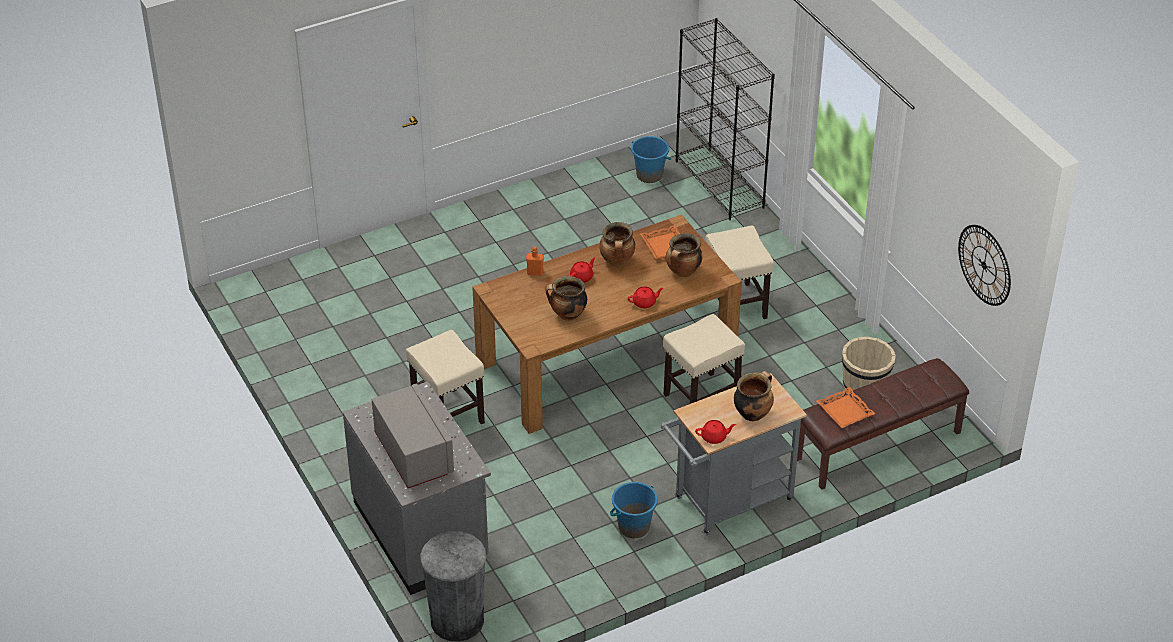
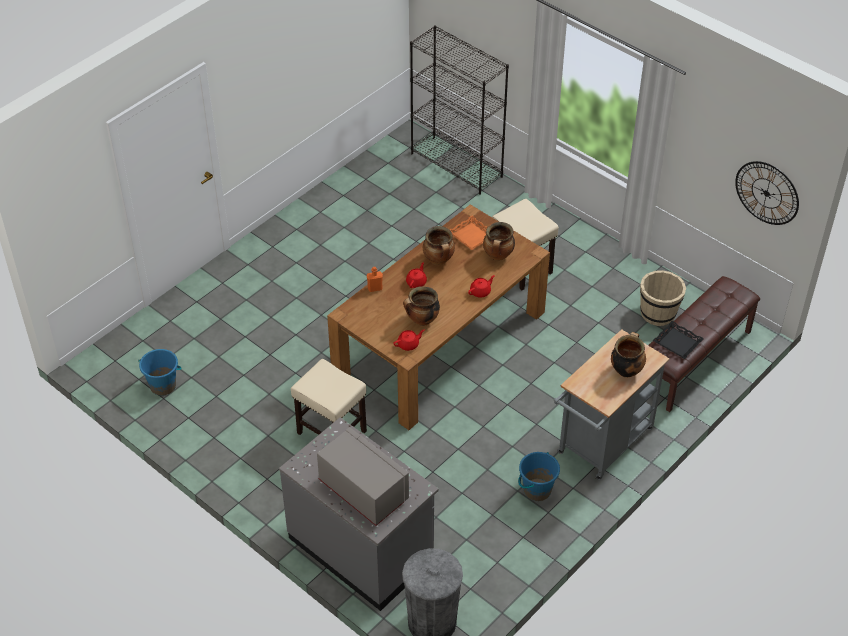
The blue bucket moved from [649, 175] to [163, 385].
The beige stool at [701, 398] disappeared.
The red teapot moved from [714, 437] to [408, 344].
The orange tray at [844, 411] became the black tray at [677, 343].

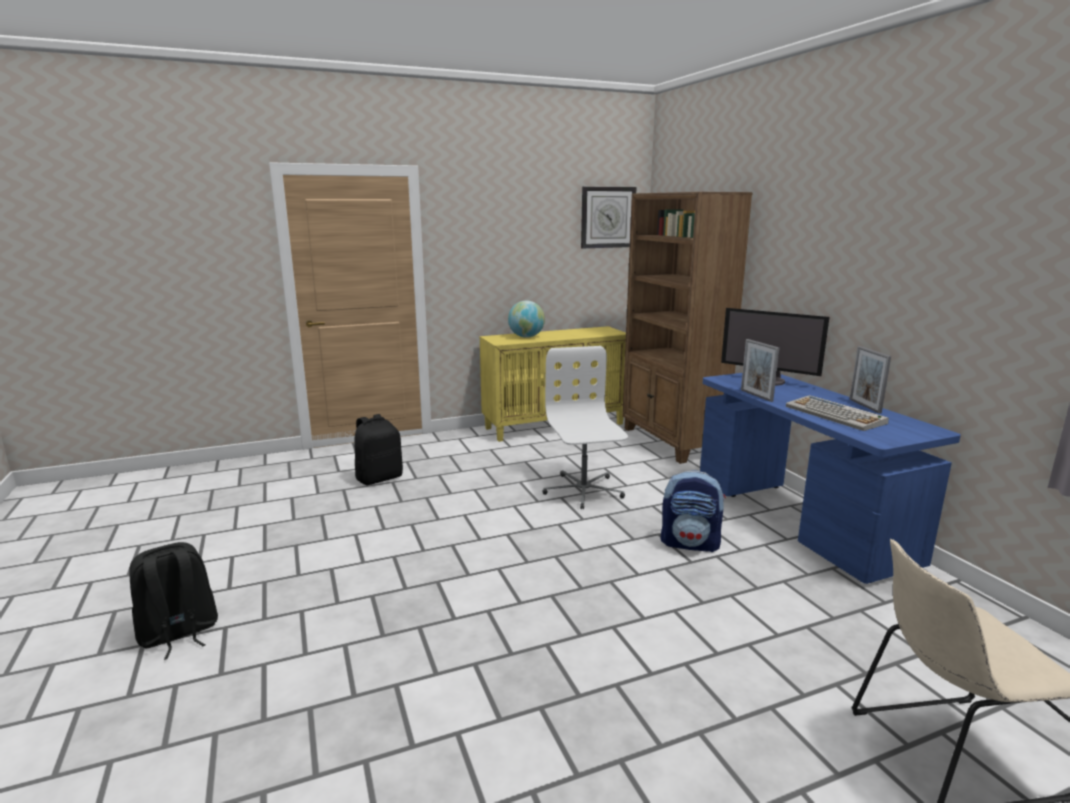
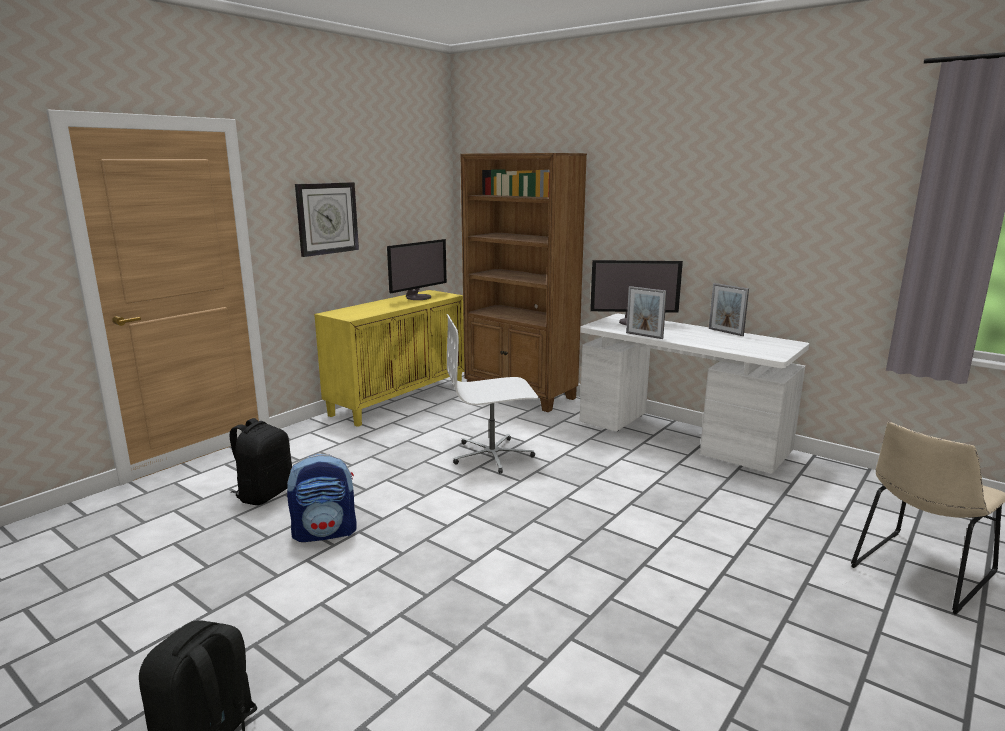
The globe at [526, 337] disappeared.
The white office chair at [583, 490] turned 60 degrees counterclockwise.
The wall clock moved from [607, 217] to [327, 218].
The backpack moved from [690, 543] to [325, 532].
The blue desk at [798, 519] became the white desk at [680, 438].
The keyboard at [836, 415] disappeared.
The monitor at [418, 297] appeared.

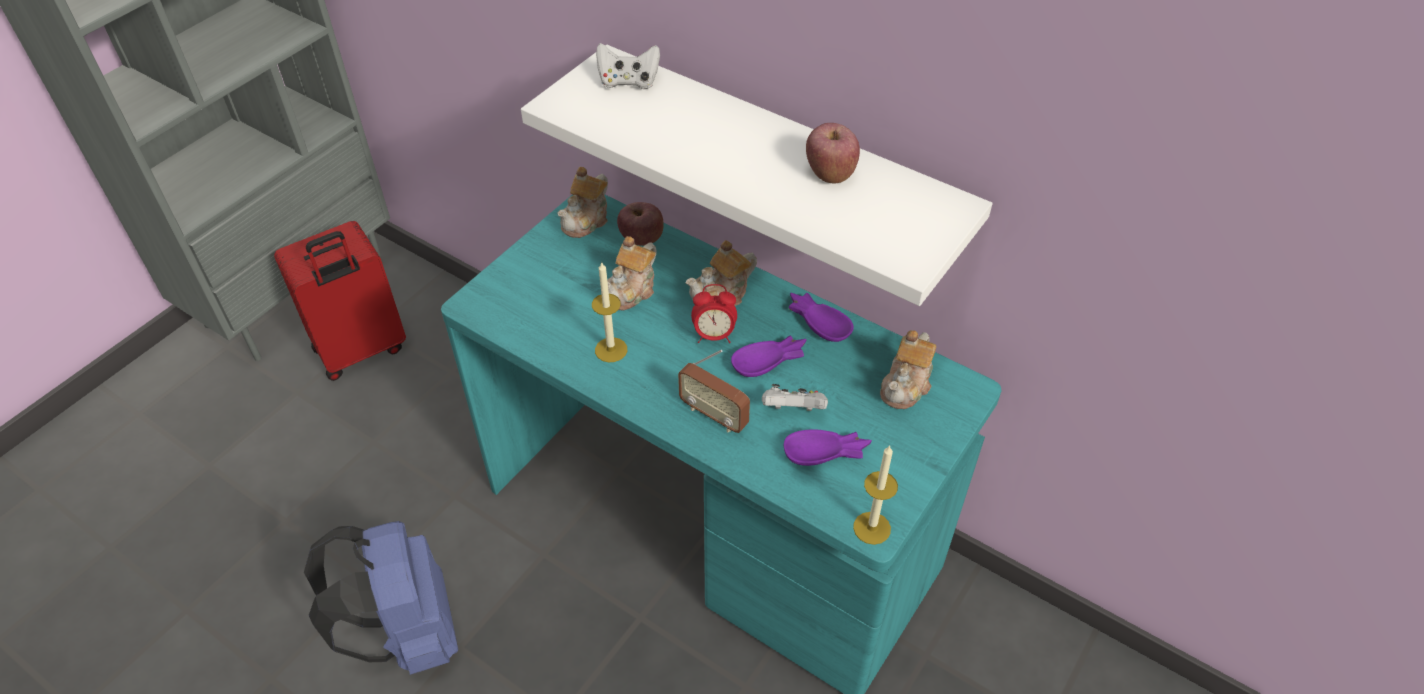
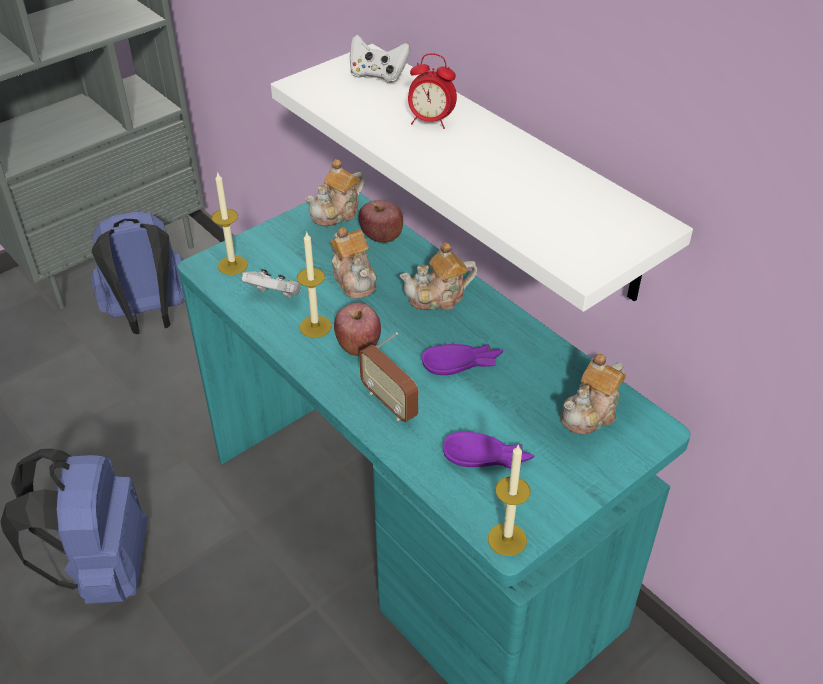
The red suitcase at [361, 351] was replaced by the blue backpack at [149, 317].
The teapot at [632, 291] turned 75 degrees counterclockwise.
The alarm clock moved from [714, 335] to [430, 121].
The white game controller moved from [793, 410] to [275, 296].
The purple bowl at [819, 321] disappeared.
The apple moved from [830, 173] to [358, 345].
The candle at [232, 265] appeared.

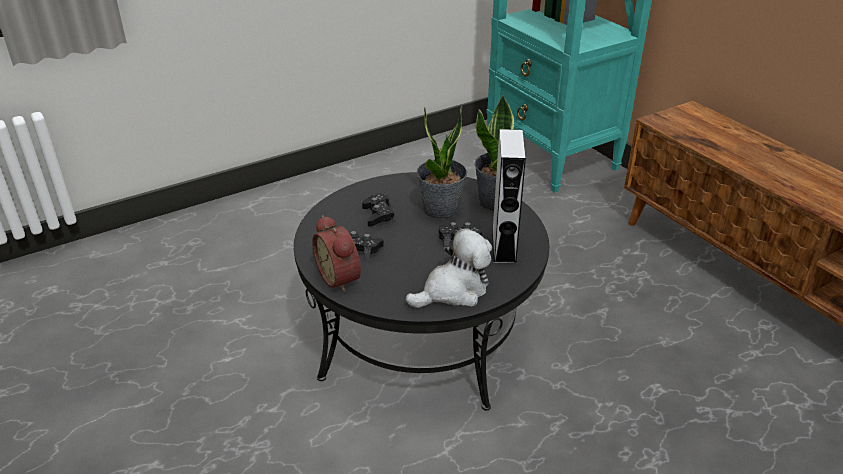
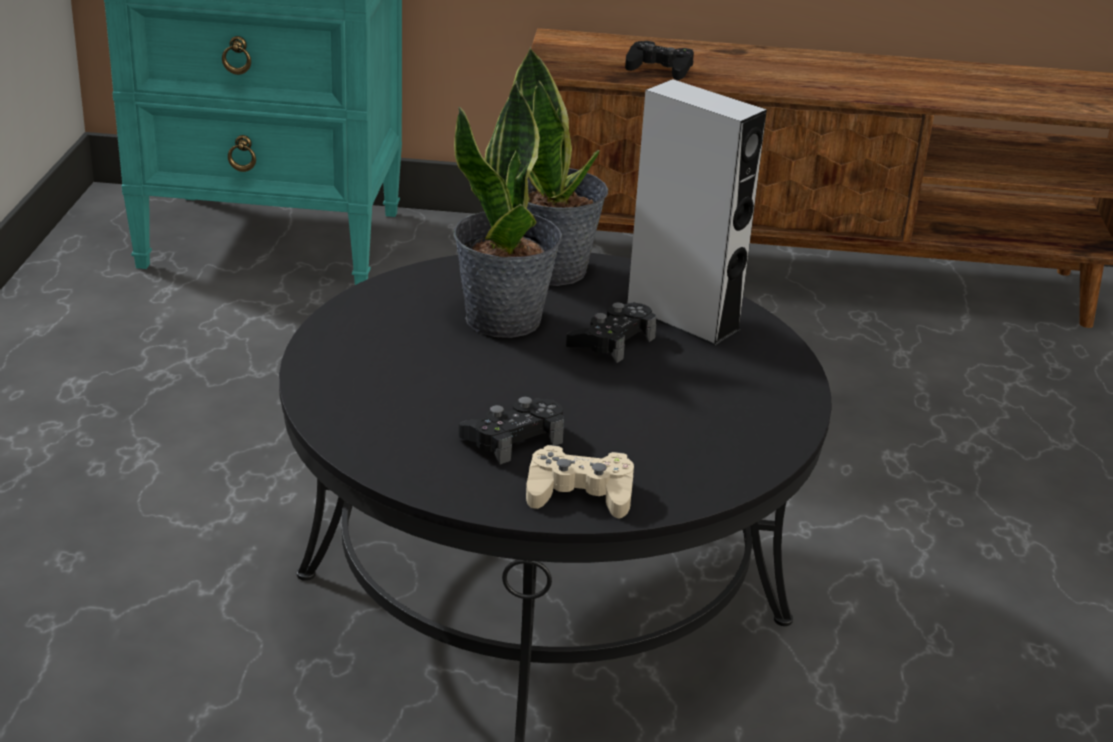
The alarm clock at [341, 278] was replaced by the beige game controller at [580, 493].
The black game controller moved from [378, 215] to [660, 69].
The plush toy at [453, 291] disappeared.

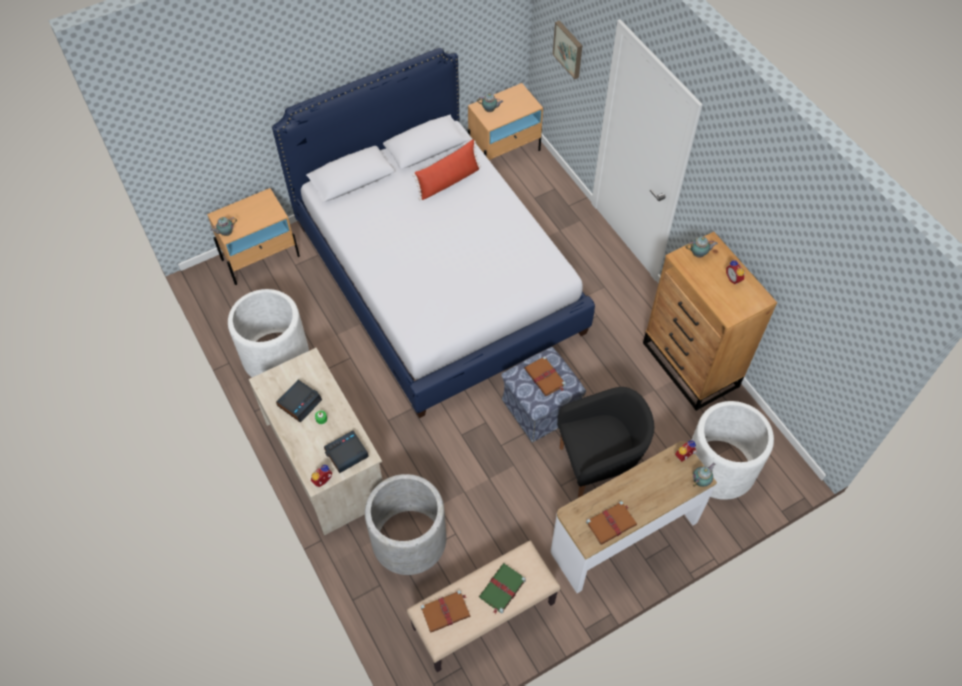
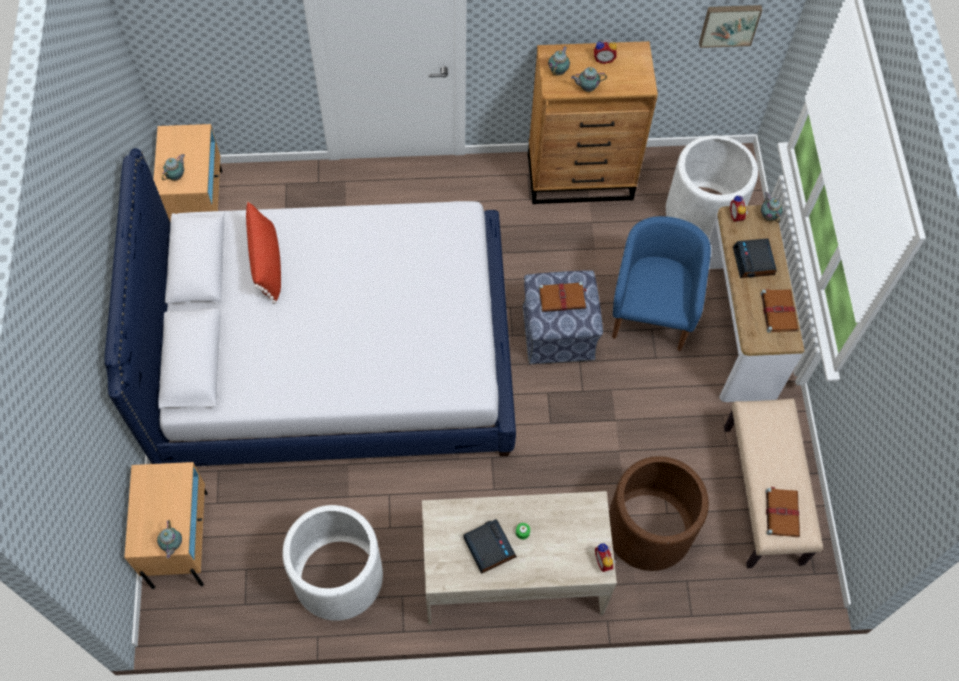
The alarm clock moved from [346, 454] to [754, 262].
The grey planter at [409, 539] became the brown planter at [648, 529].
The green book at [502, 589] disappeared.
The picture moved from [569, 49] to [729, 24].
The black armchair at [598, 466] became the blue armchair at [651, 313].
The teapot at [586, 88] appeared.

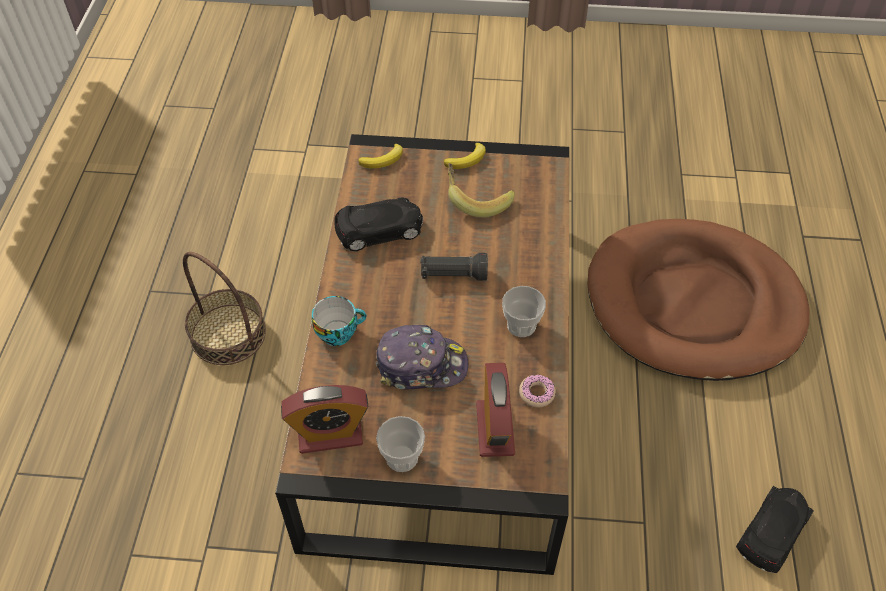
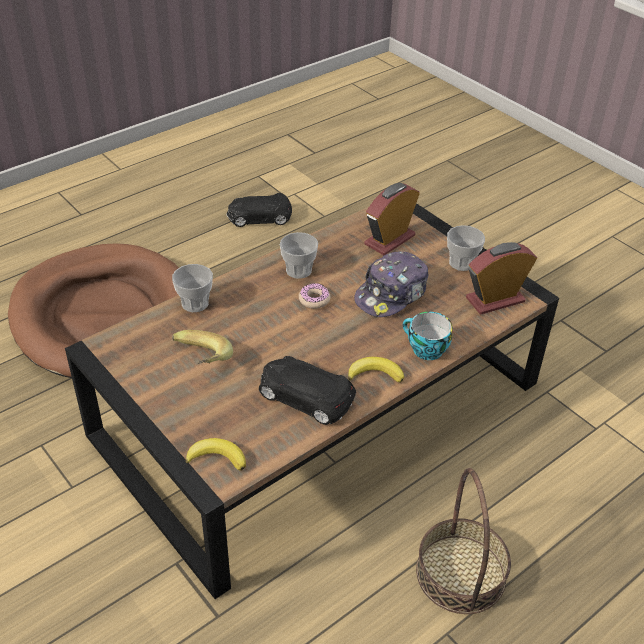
The alarm clock at [330, 435] turned 60 degrees counterclockwise.
The cap at [421, 365] turned 90 degrees counterclockwise.
The black flashlight at [453, 275] disappeared.
The banana moved from [467, 159] to [375, 373].
The donut moved from [537, 393] to [314, 300].
The cup at [195, 303] appeared.

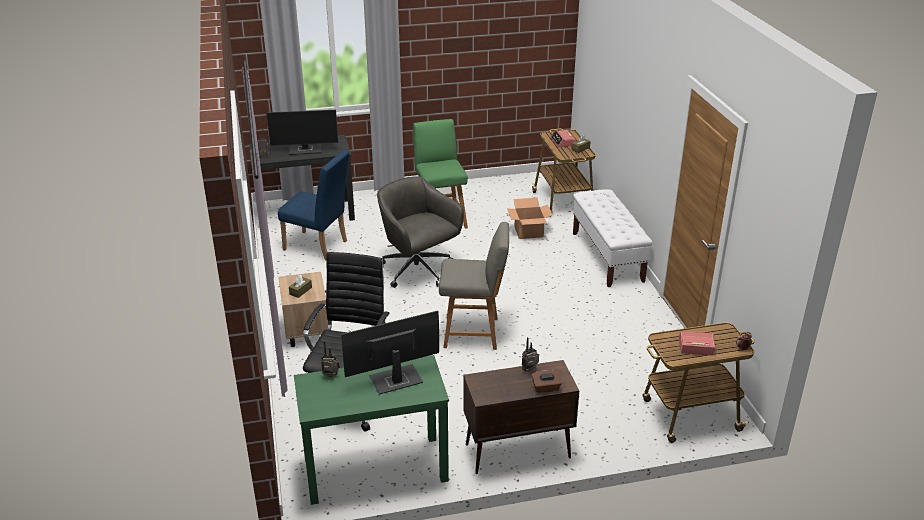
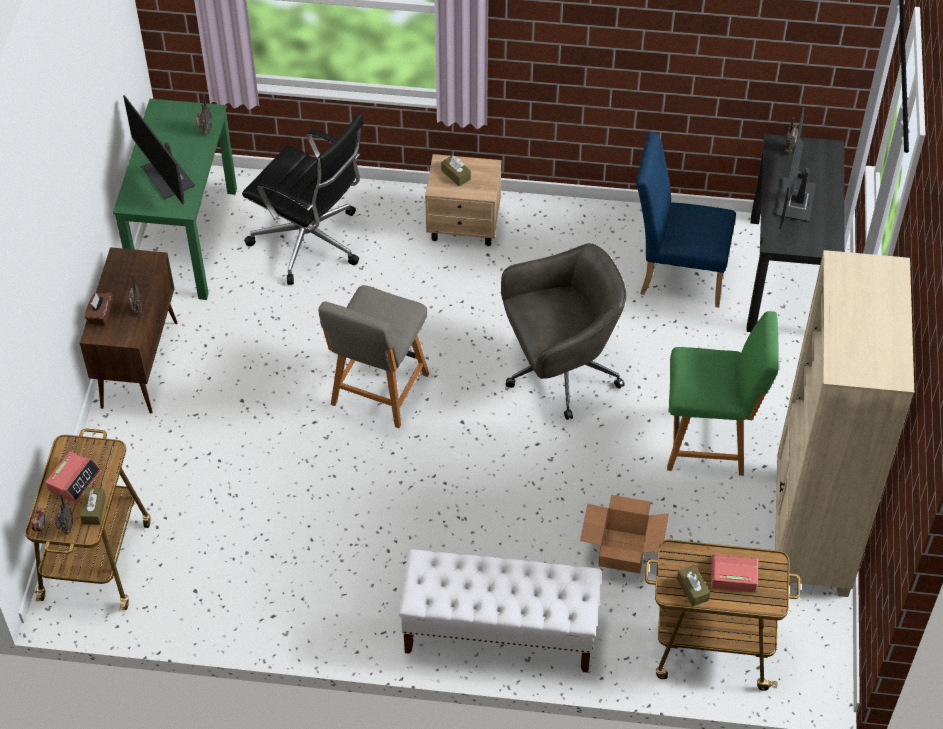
The blue chair at [319, 246] turned 60 degrees clockwise.
The monitor at [395, 380] turned 150 degrees clockwise.
The radio at [66, 529] appeared.
The brown tissue box at [94, 510] appeared.
The beige bookcase at [810, 532] appeared.

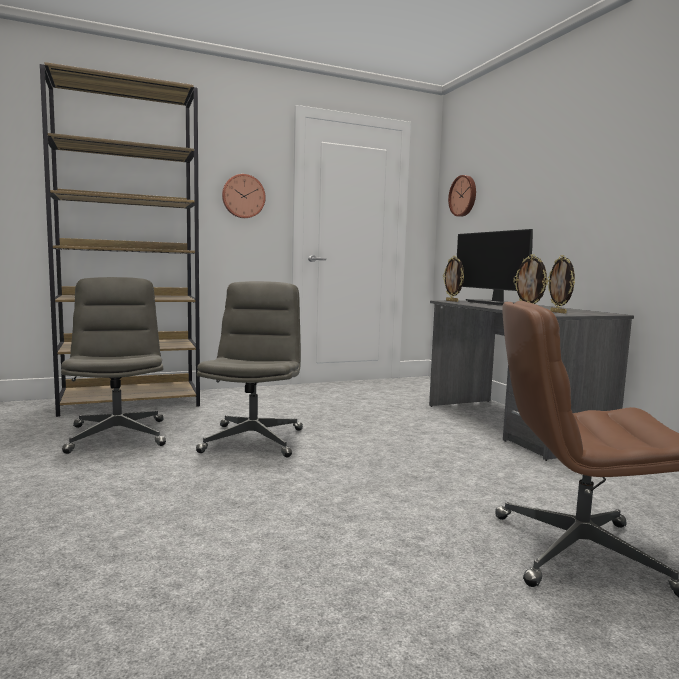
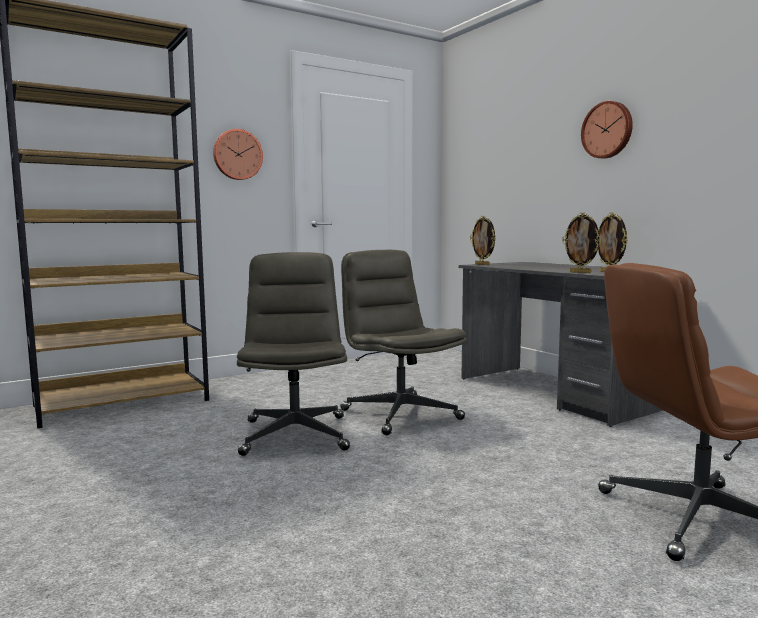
The grey office chair moved from [117, 435] to [399, 414].
The wall clock moved from [463, 196] to [608, 130].
The monitor at [495, 303] disappeared.

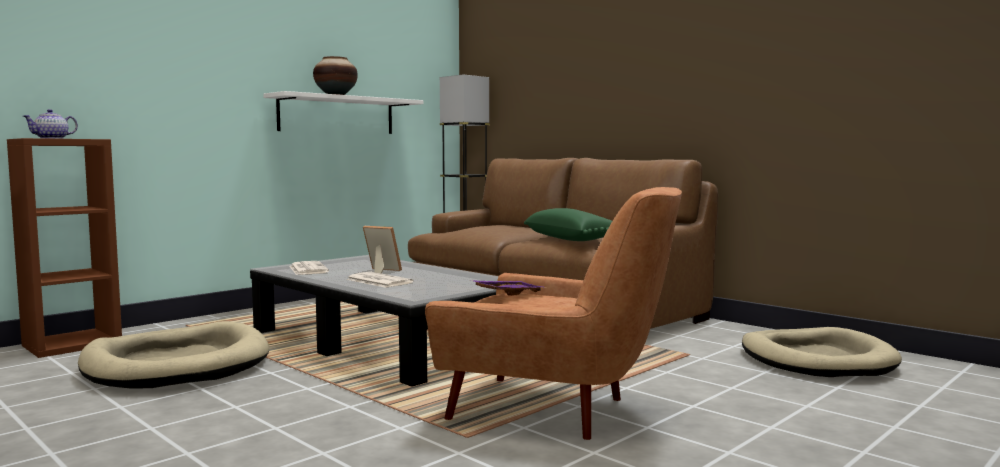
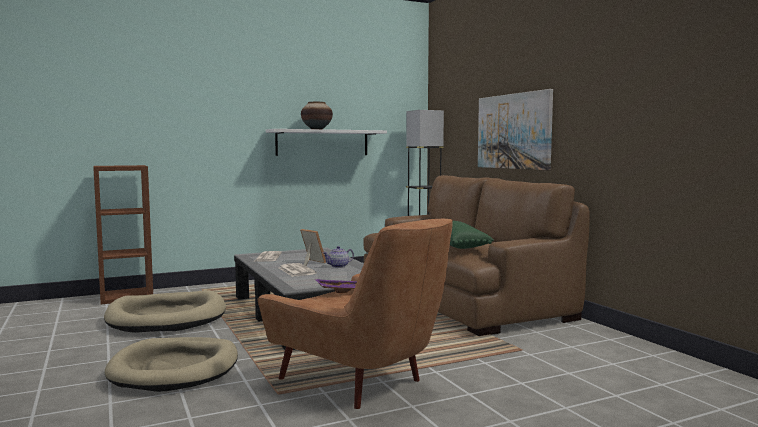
The teapot moved from [52, 138] to [338, 266].
The beige dog bed moved from [816, 359] to [175, 369].
The picture at [513, 131] appeared.

